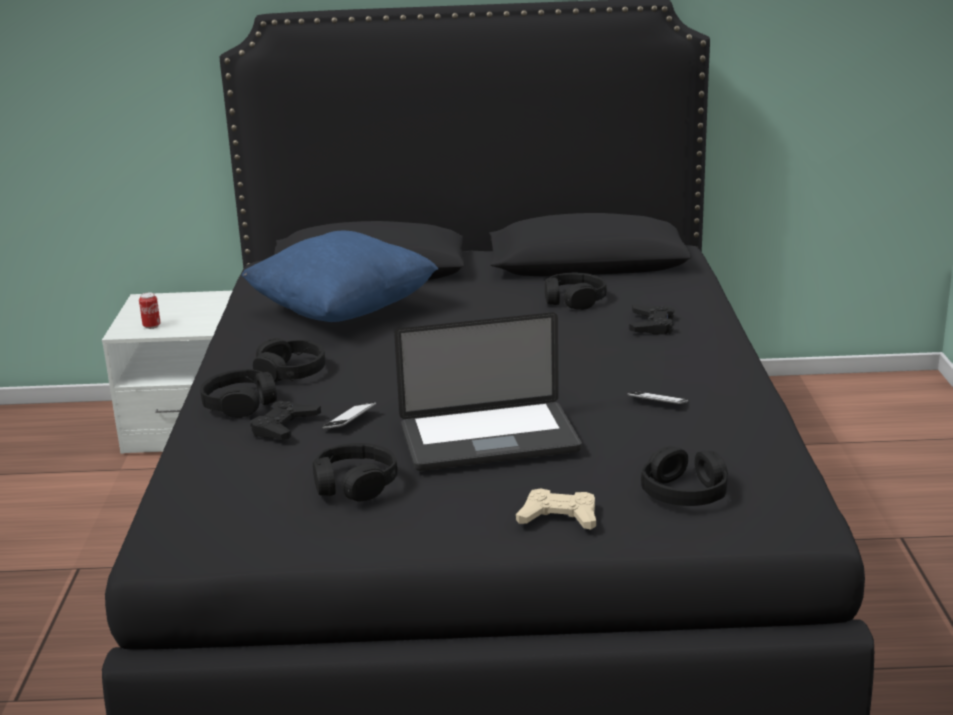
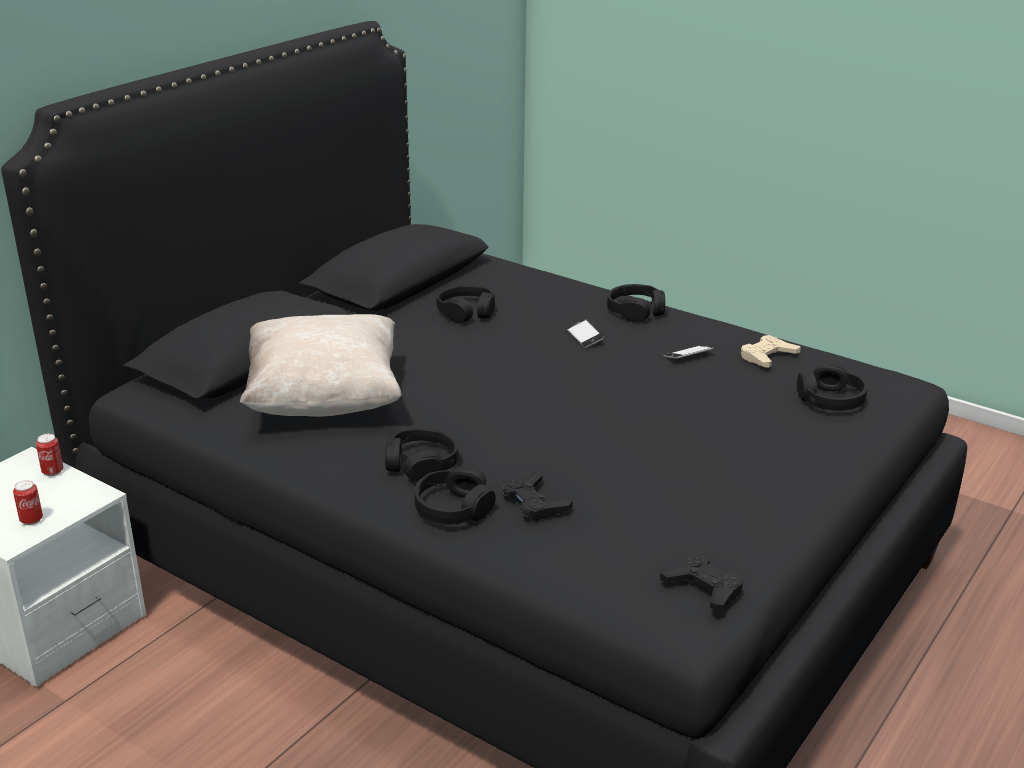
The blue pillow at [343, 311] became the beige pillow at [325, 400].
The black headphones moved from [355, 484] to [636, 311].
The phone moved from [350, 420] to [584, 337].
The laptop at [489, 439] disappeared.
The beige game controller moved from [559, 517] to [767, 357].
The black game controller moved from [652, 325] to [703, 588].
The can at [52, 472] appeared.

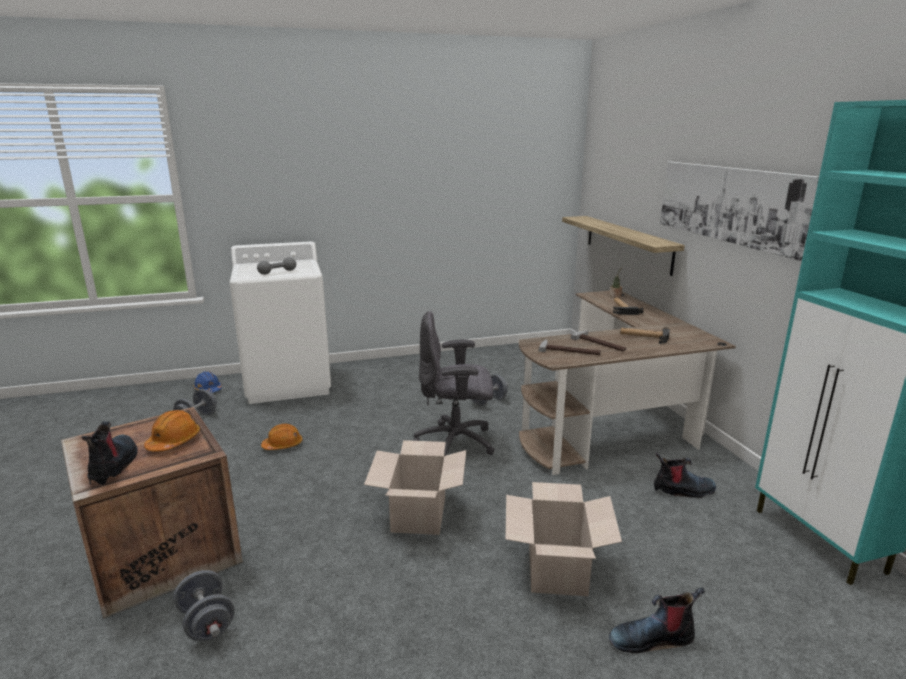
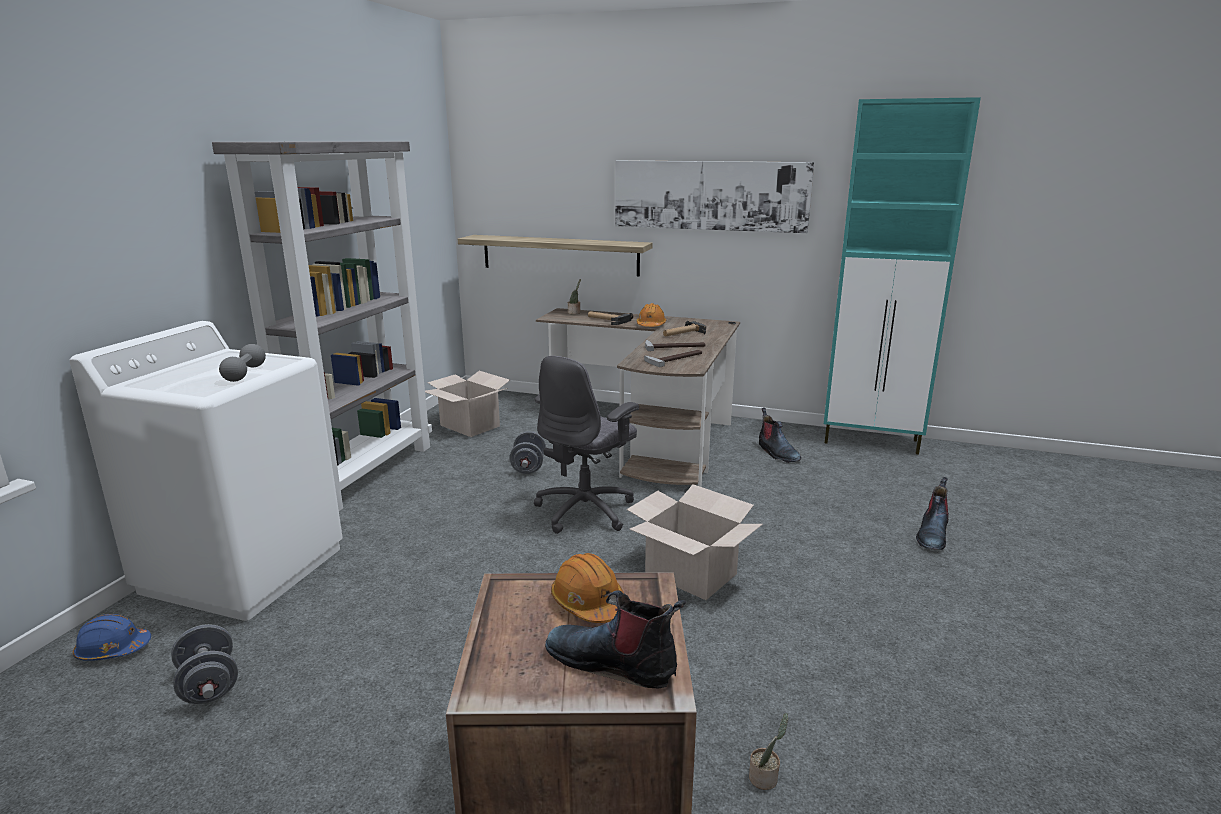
The grey dumbbell at [207, 622] was replaced by the potted plant at [765, 778].
The orange hard hat moved from [283, 445] to [651, 325].
The cardboard box moved from [557, 569] to [470, 425].
The boot at [683, 490] turned 120 degrees clockwise.
The grey bookcase at [363, 473] appeared.

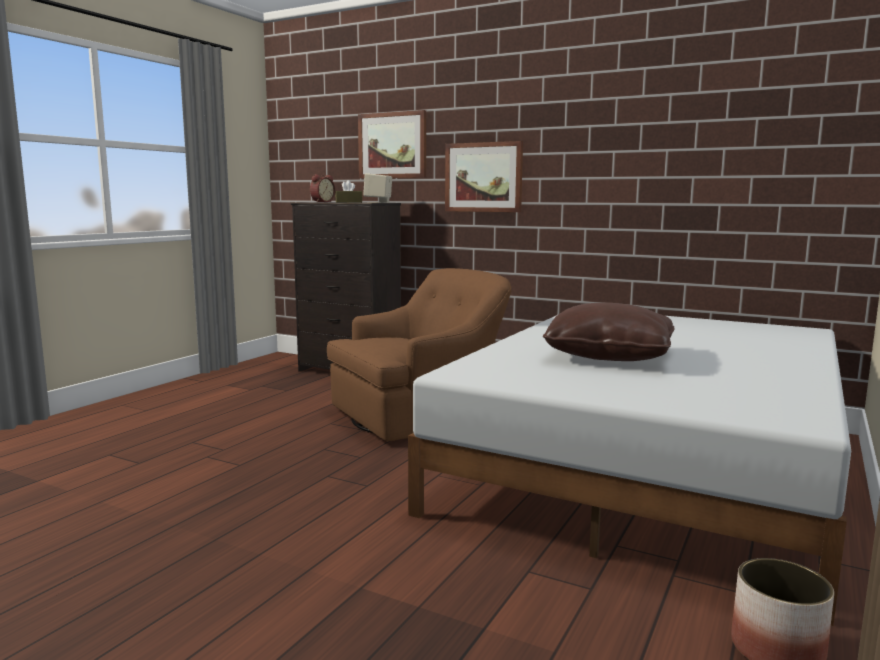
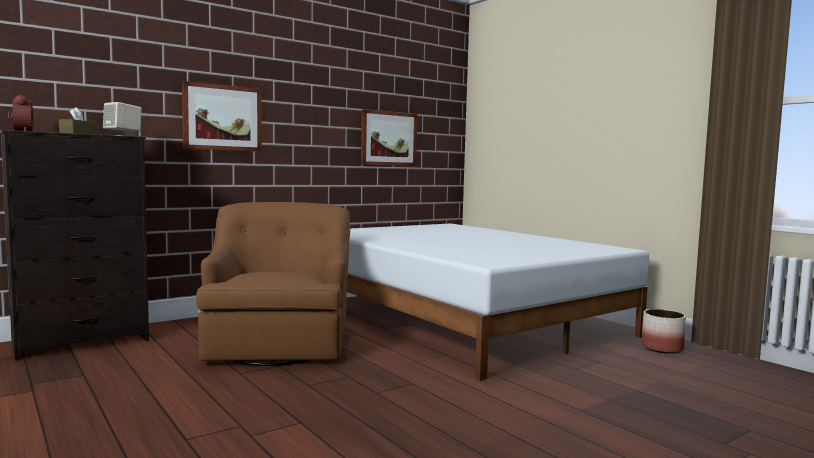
The picture moved from [392, 145] to [388, 138].
The brown pillow at [609, 356] disappeared.

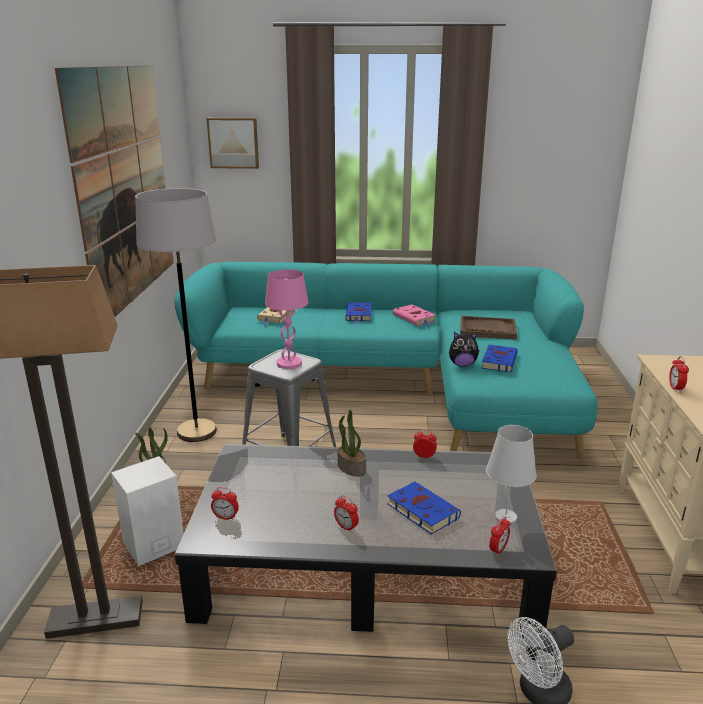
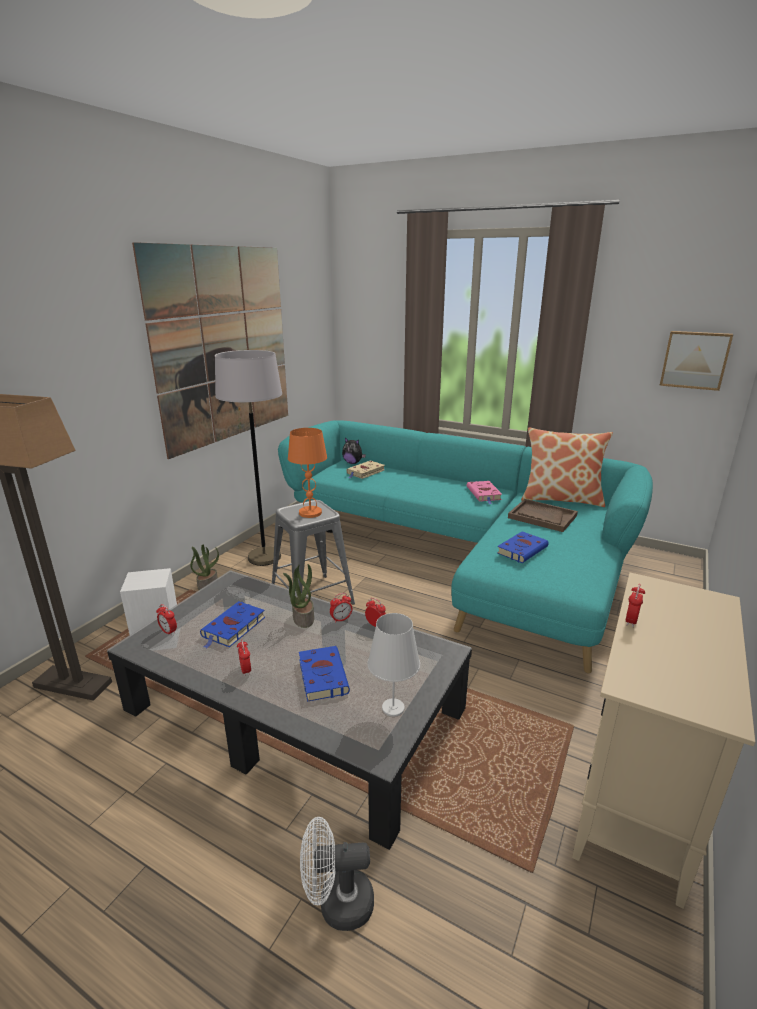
The picture moved from [233, 142] to [694, 360].
The pink table lamp at [289, 363] became the orange table lamp at [310, 513].
The blue book moved from [359, 315] to [233, 628].
The plush toy moved from [462, 365] to [353, 463].
The alarm clock moved from [498, 550] to [341, 619].
The pillow at [561, 499] appeared.

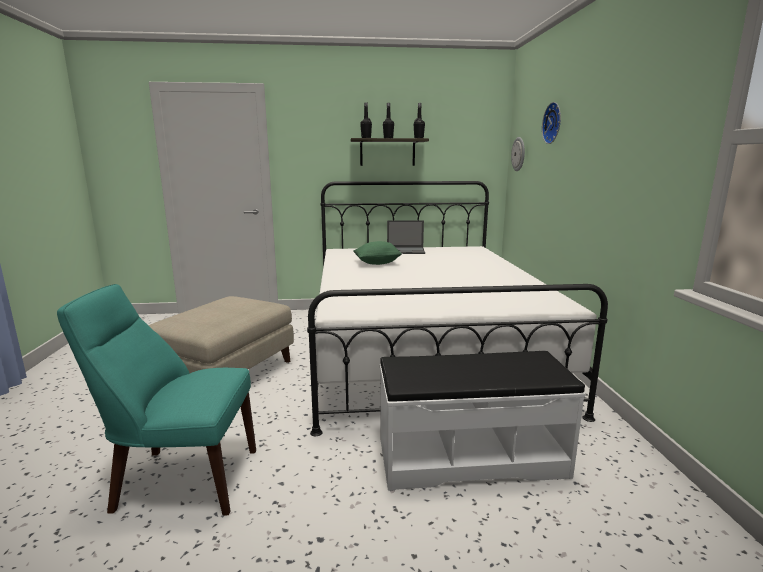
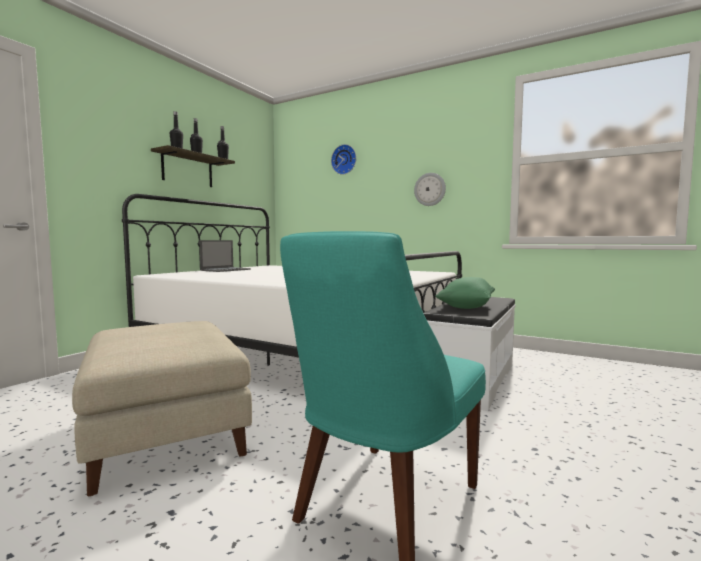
The green pillow moved from [377, 263] to [465, 307].
The wall clock moved from [519, 154] to [430, 189].

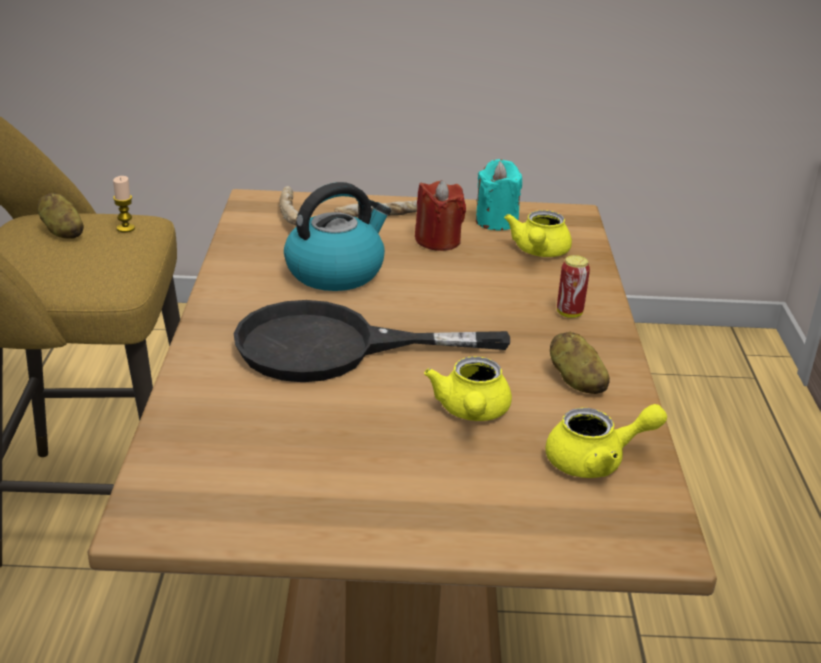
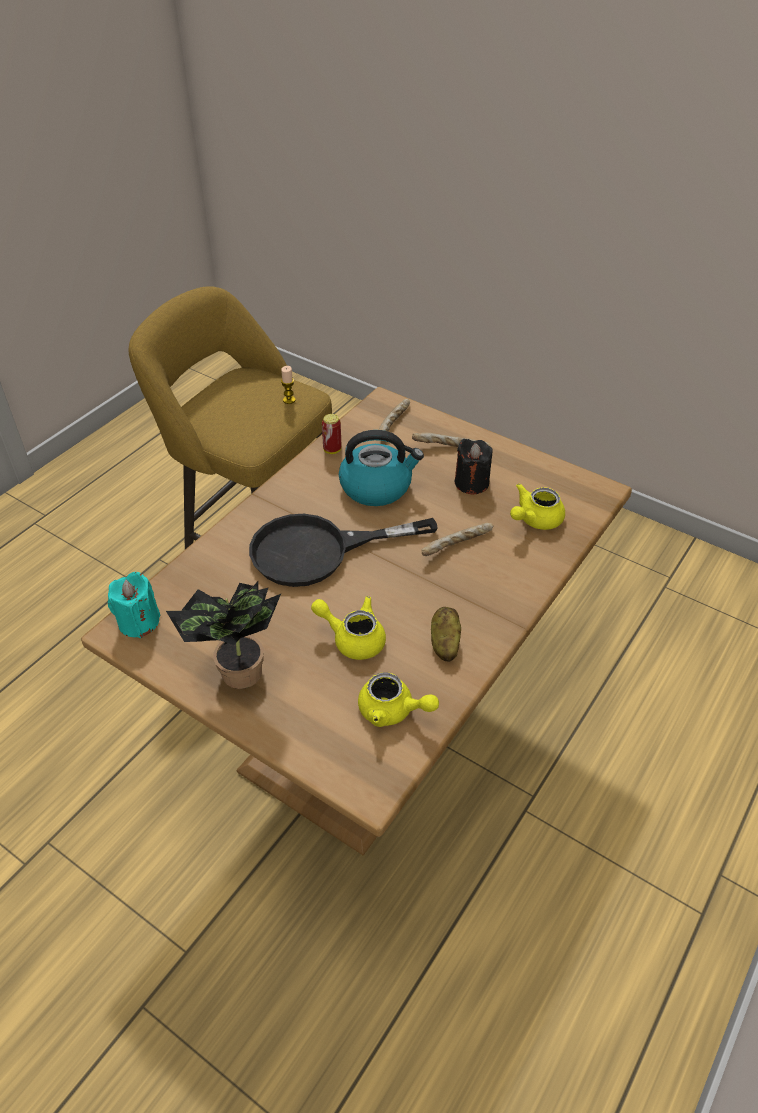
The potato at [62, 231] disappeared.
The black frying pan at [333, 348] turned 45 degrees counterclockwise.
The red candle at [438, 241] became the black candle at [471, 483].
The yellow teapot at [471, 412] turned 75 degrees clockwise.
The turquoise candle moved from [496, 221] to [139, 622].
The can moved from [569, 313] to [332, 450].
The potted plant at [237, 676] appeared.
The bread at [457, 546] appeared.

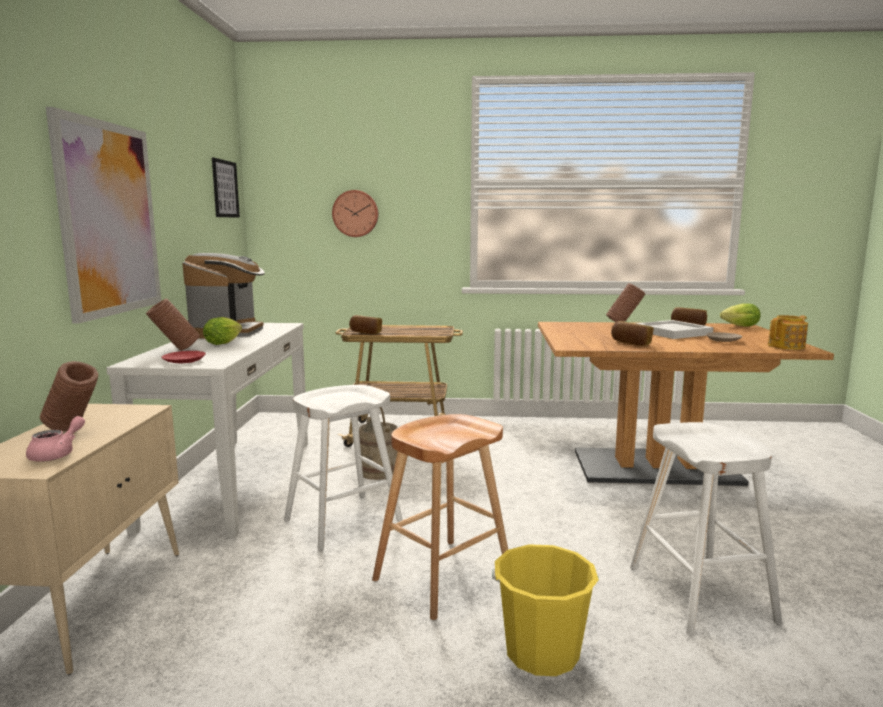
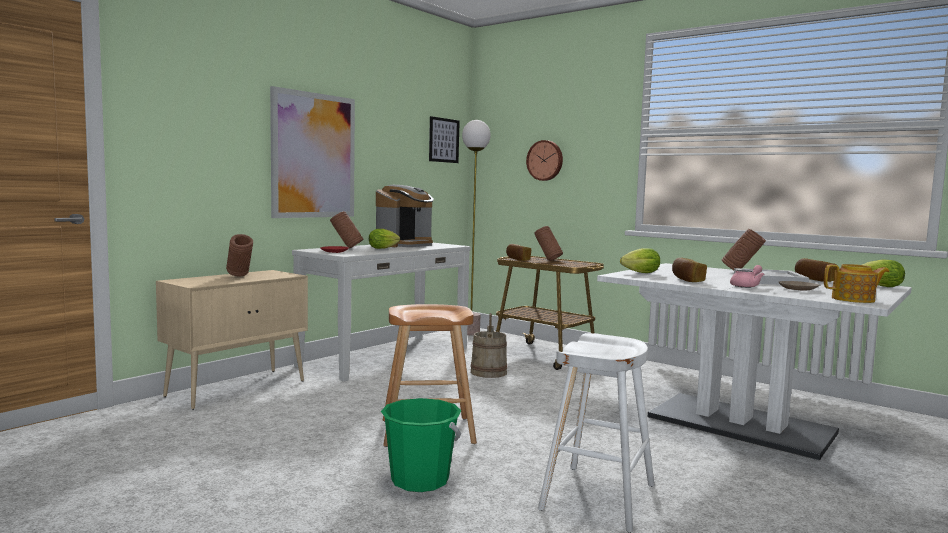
The pink teapot moved from [58, 454] to [747, 286].
The white stool at [343, 521] disappeared.
The yellow bucket at [542, 653] became the green bucket at [420, 480].
The brown dining table at [655, 467] became the white dining table at [740, 425].
The floor lamp at [471, 333] appeared.
The brown vase at [547, 260] appeared.
The lettuce at [638, 273] appeared.

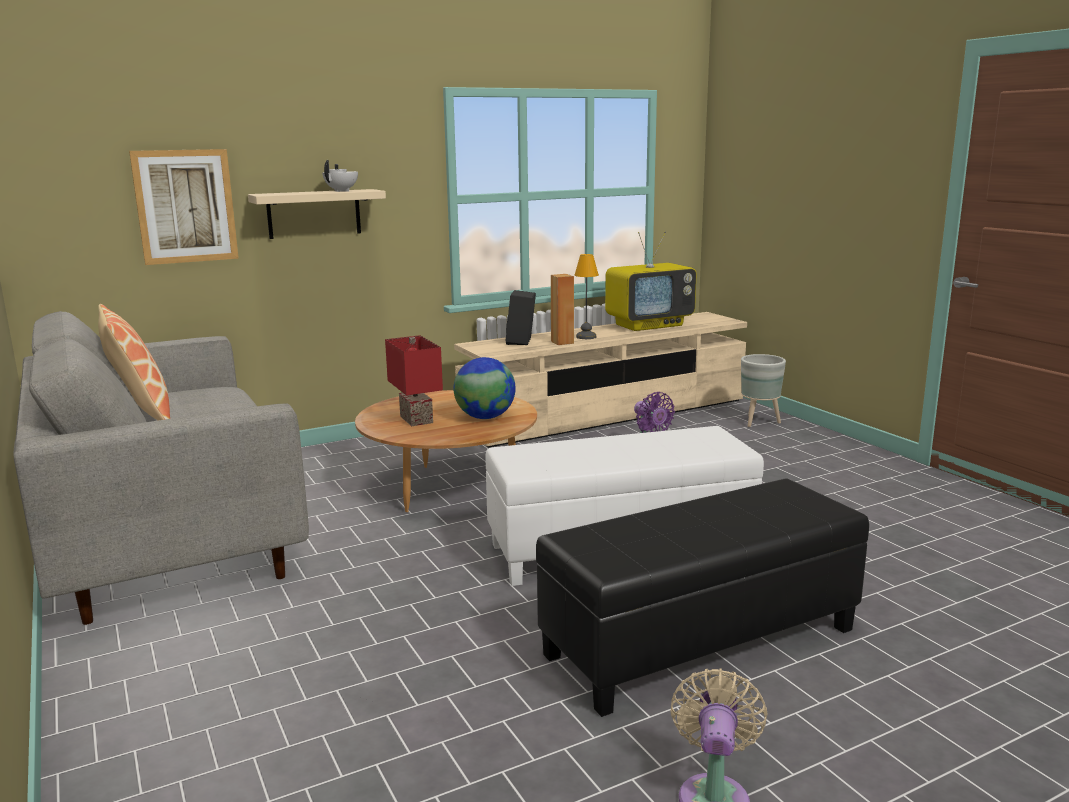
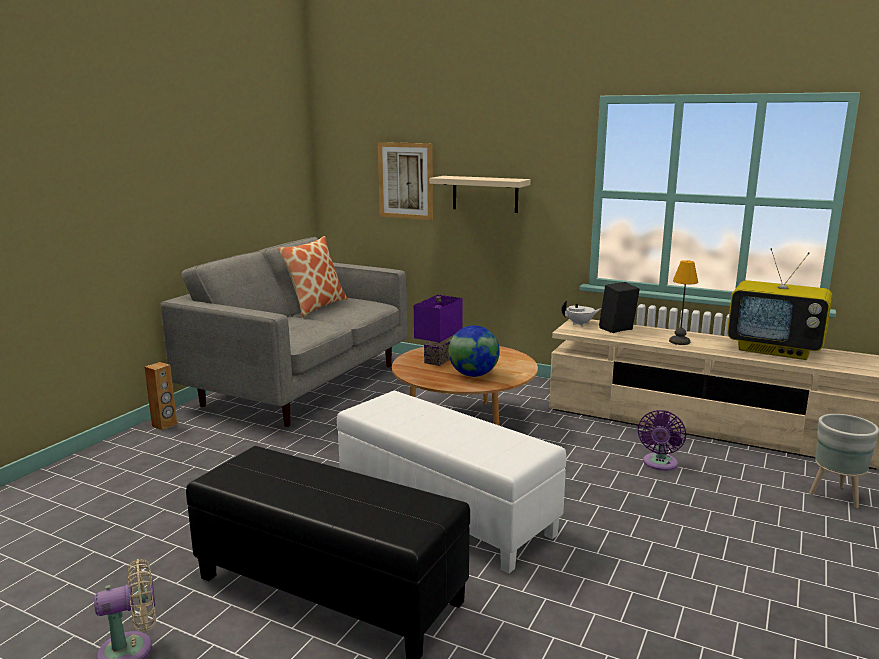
The white teapot moved from [342, 191] to [580, 324].
The red table lamp at [418, 419] became the purple table lamp at [439, 360].
The brown speaker moved from [562, 342] to [164, 425].

